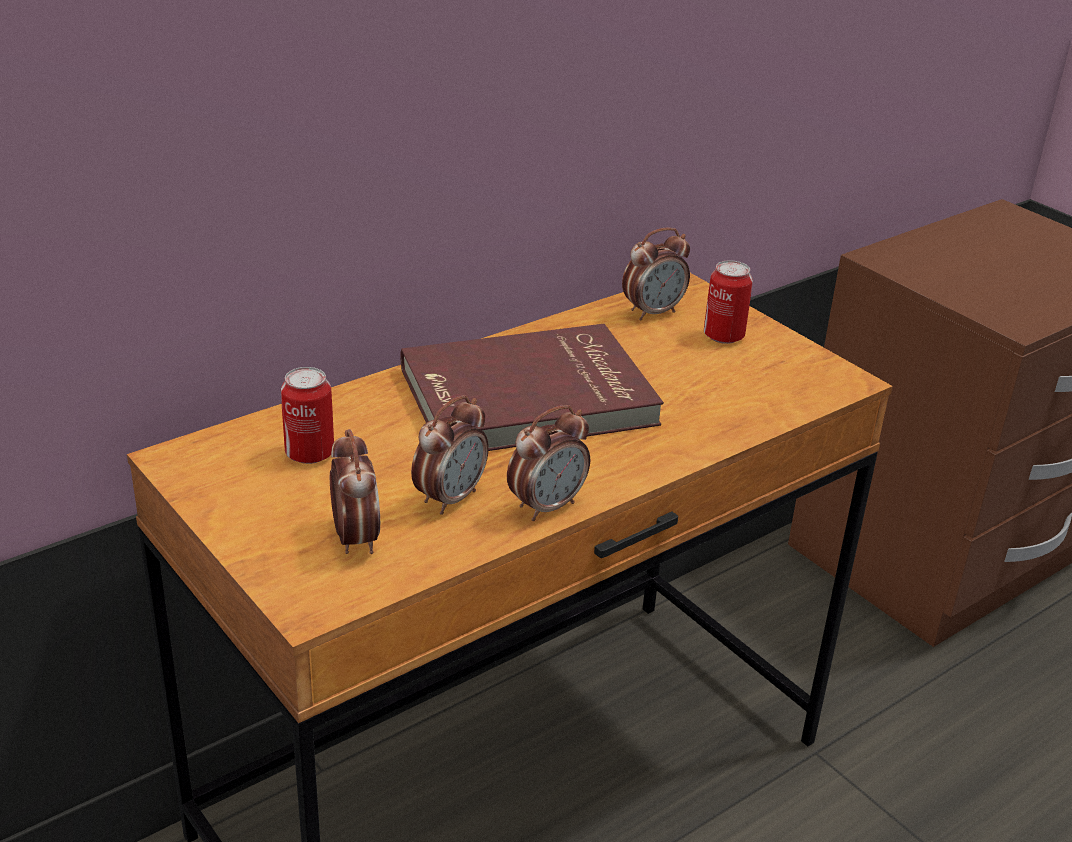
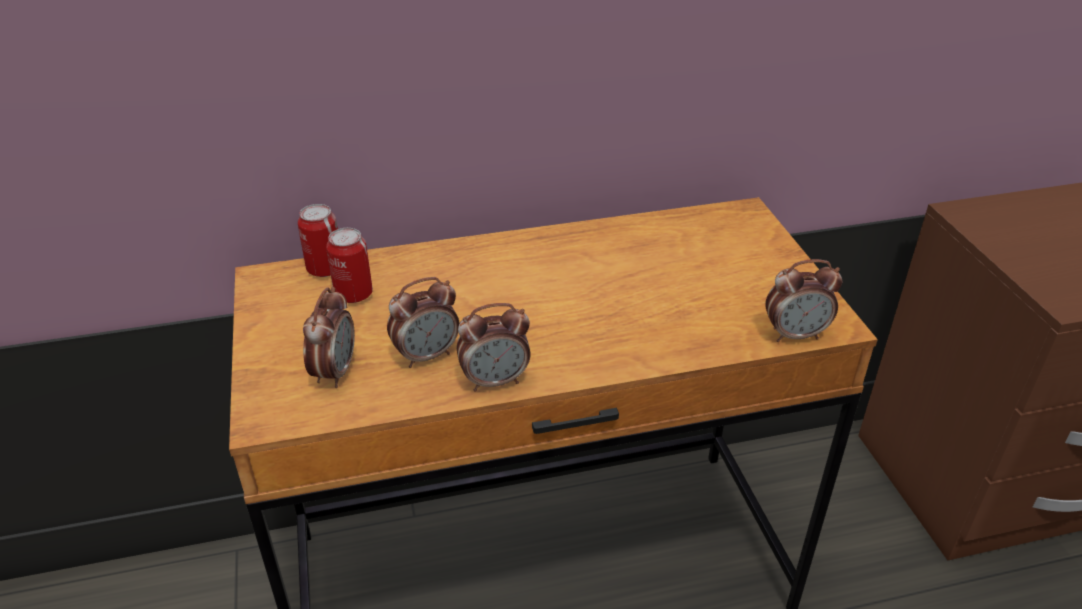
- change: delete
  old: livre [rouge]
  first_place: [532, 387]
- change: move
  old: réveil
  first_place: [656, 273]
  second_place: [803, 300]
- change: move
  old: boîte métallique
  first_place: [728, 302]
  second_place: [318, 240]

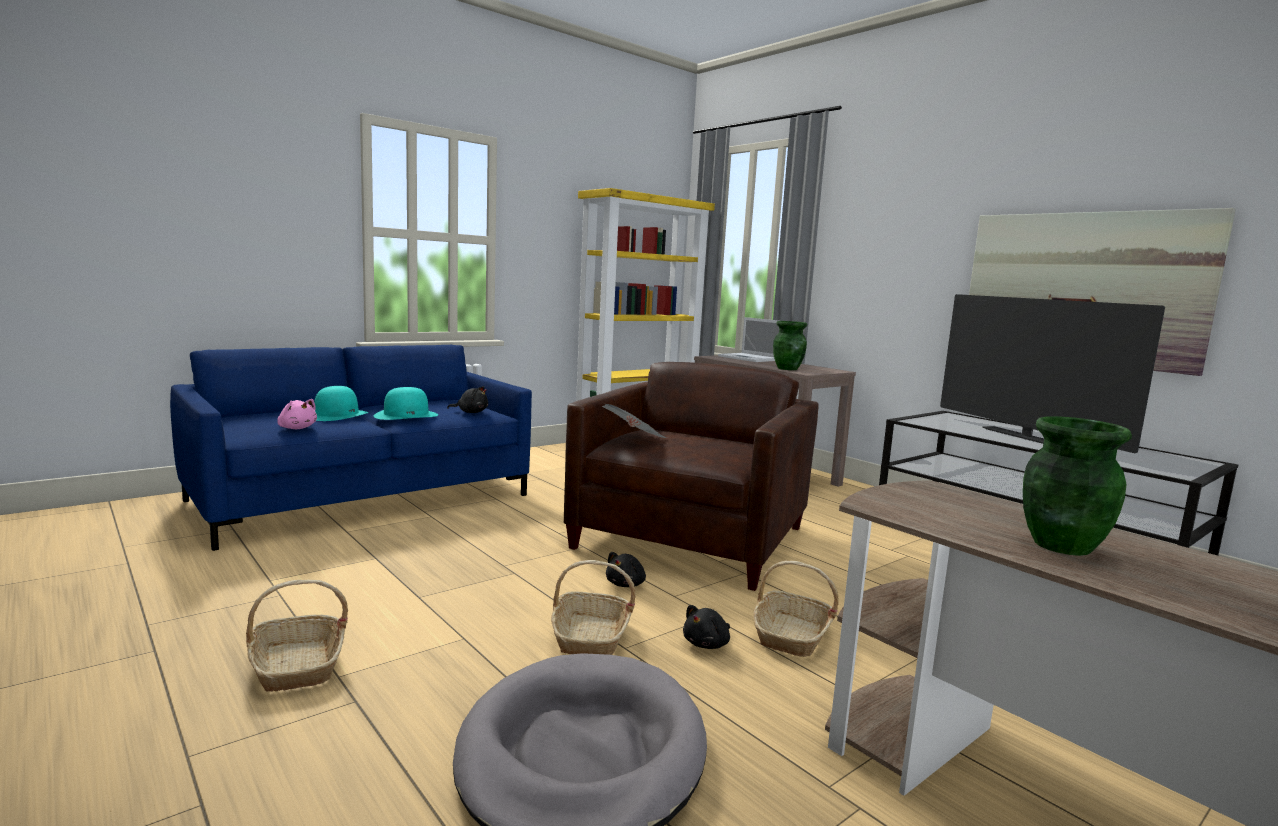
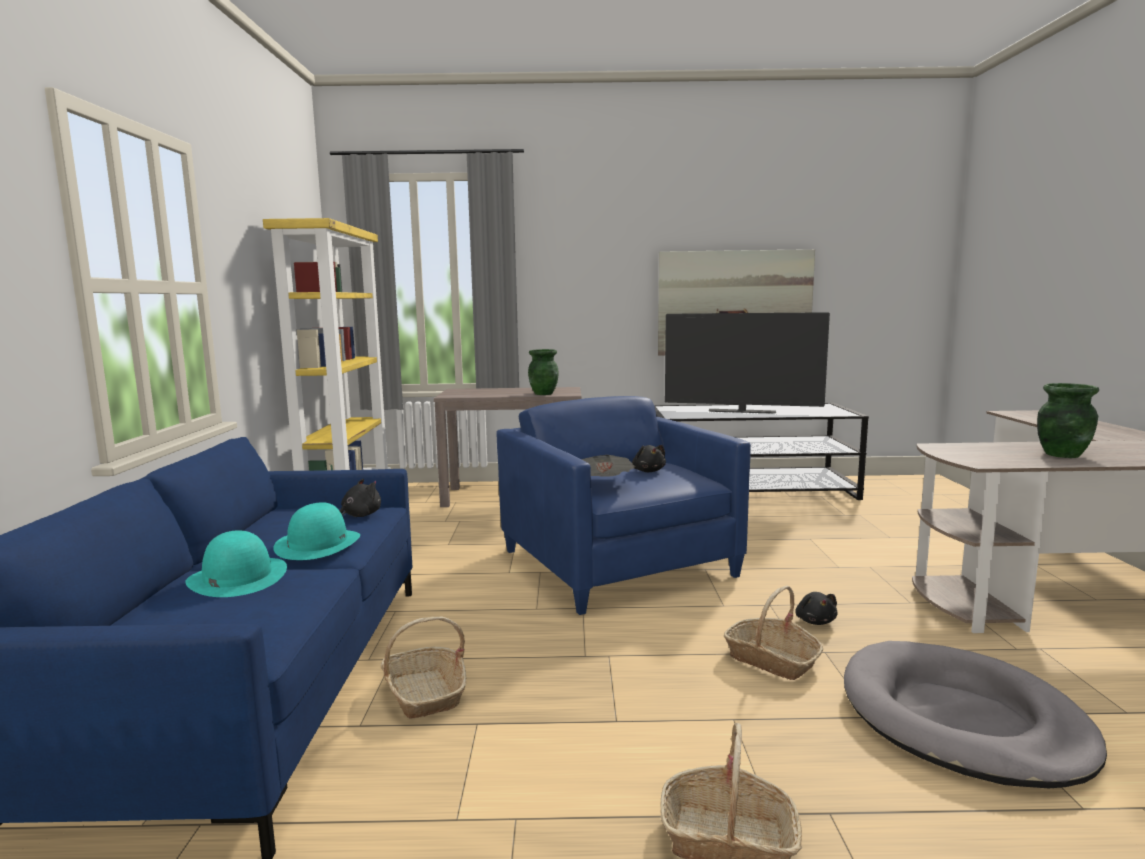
- change: delete
  old: peluche [rose]
  first_place: [297, 414]
- change: recolor
  old: fauteuil [marron]
  new: fauteuil [bleu]
  first_place: [691, 476]
  second_place: [623, 505]
- change: move
  old: peluche [noir]
  first_place: [626, 569]
  second_place: [649, 458]
- change: delete
  old: ordinateur portable
  first_place: [749, 339]
- change: move
  old: panier
  first_place: [796, 609]
  second_place: [424, 667]

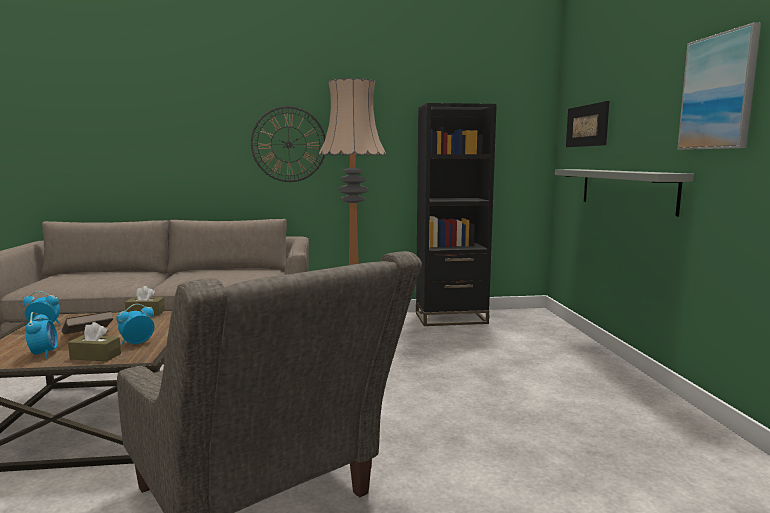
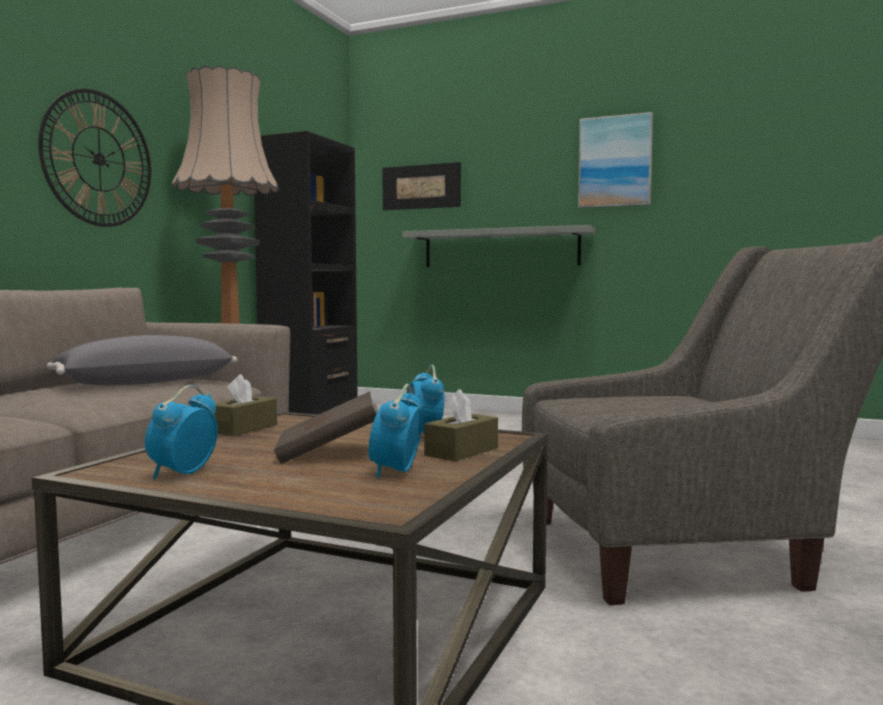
- change: rotate
  old: réveil
  first_place: [41, 335]
  second_place: [395, 431]
  degrees: -90
- change: insert
  new: coussin [gris]
  second_place: [142, 360]

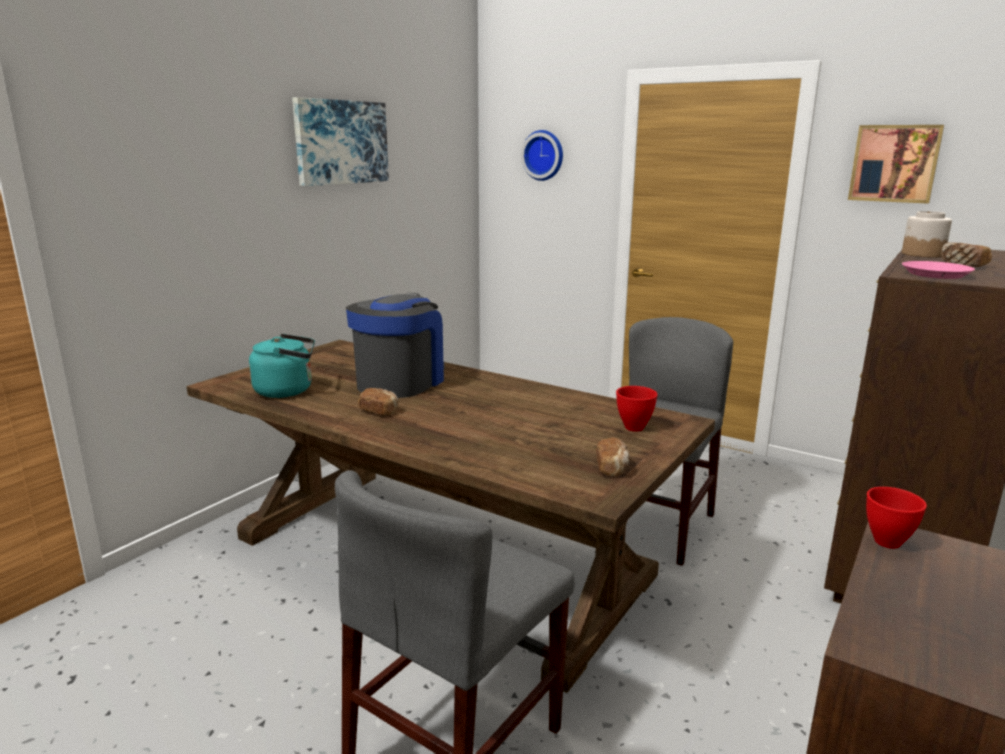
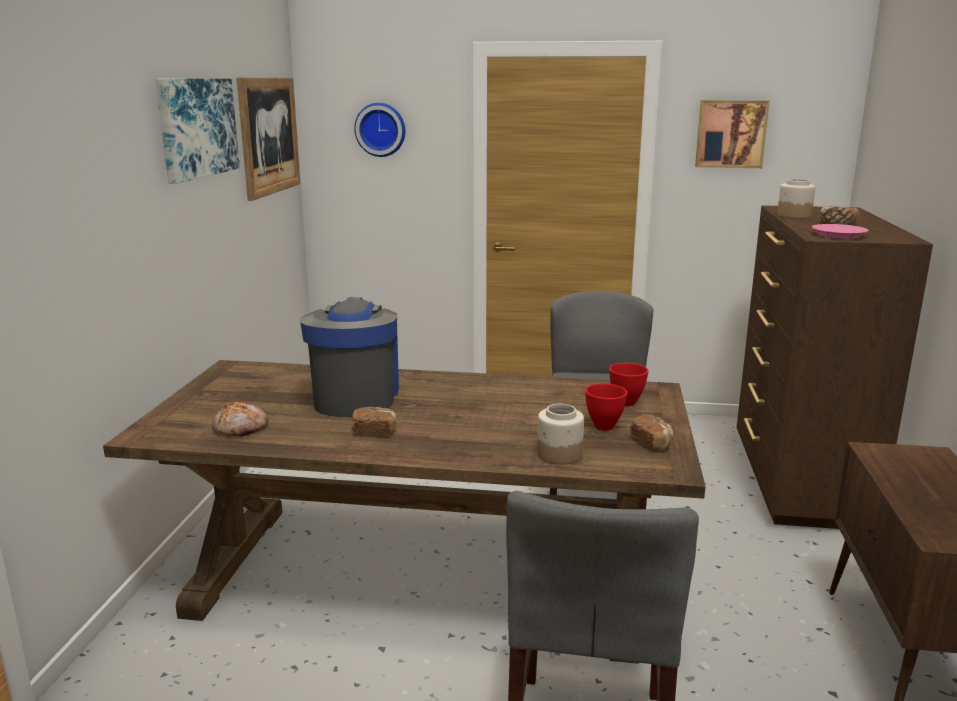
- change: replace
  old: bouilloire [turquoise]
  new: pain
  first_place: [282, 366]
  second_place: [240, 419]
- change: move
  old: bol [rouge]
  first_place: [896, 518]
  second_place: [606, 407]
- change: insert
  new: tableau
  second_place: [268, 139]
- change: insert
  new: bocal
  second_place: [560, 434]

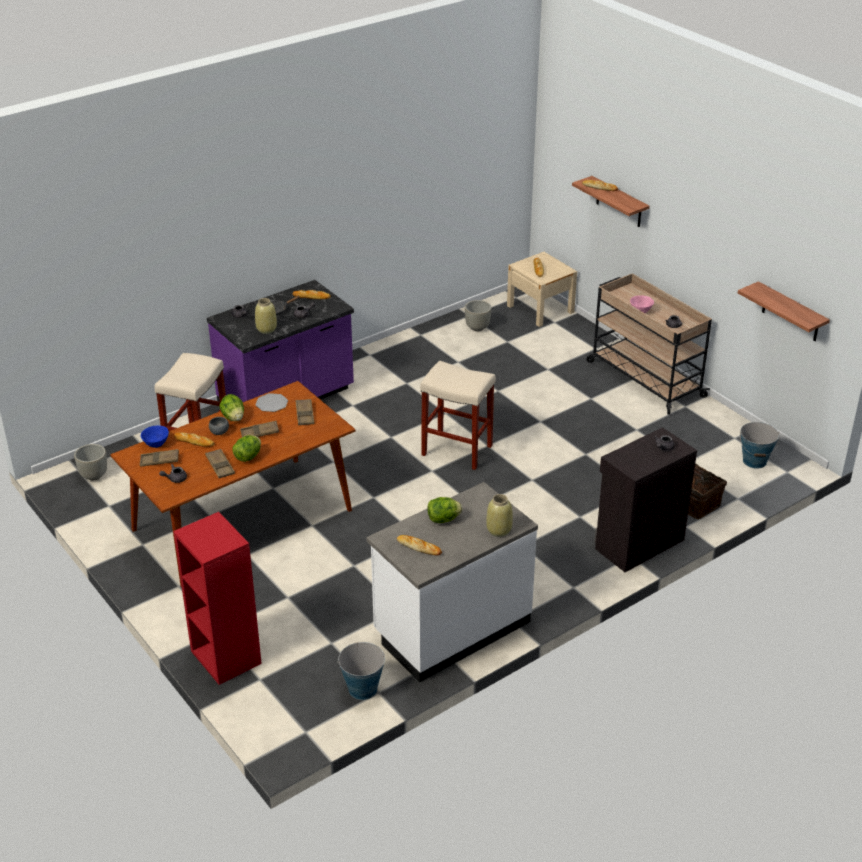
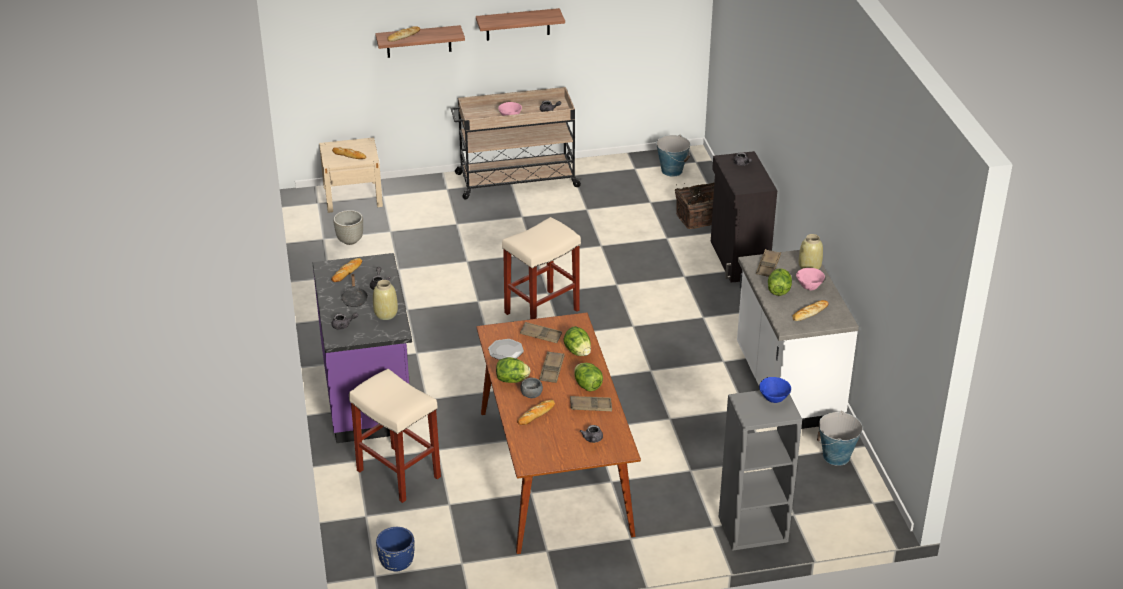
- change: recolor
  old: cache-pot [gris]
  new: cache-pot [bleu]
  first_place: [90, 462]
  second_place: [395, 549]
- change: move
  old: plateau [marron]
  first_place: [159, 458]
  second_place: [768, 263]
- change: move
  old: bol [bleu]
  first_place: [155, 436]
  second_place: [775, 390]
- change: recolor
  old: bibliothèque [rouge]
  new: bibliothèque [gris]
  first_place: [218, 598]
  second_place: [760, 470]
- change: move
  old: étagère
  first_place: [784, 311]
  second_place: [520, 24]
- change: insert
  new: laitue
  second_place: [577, 341]
- change: insert
  new: bol [rose]
  second_place: [810, 279]

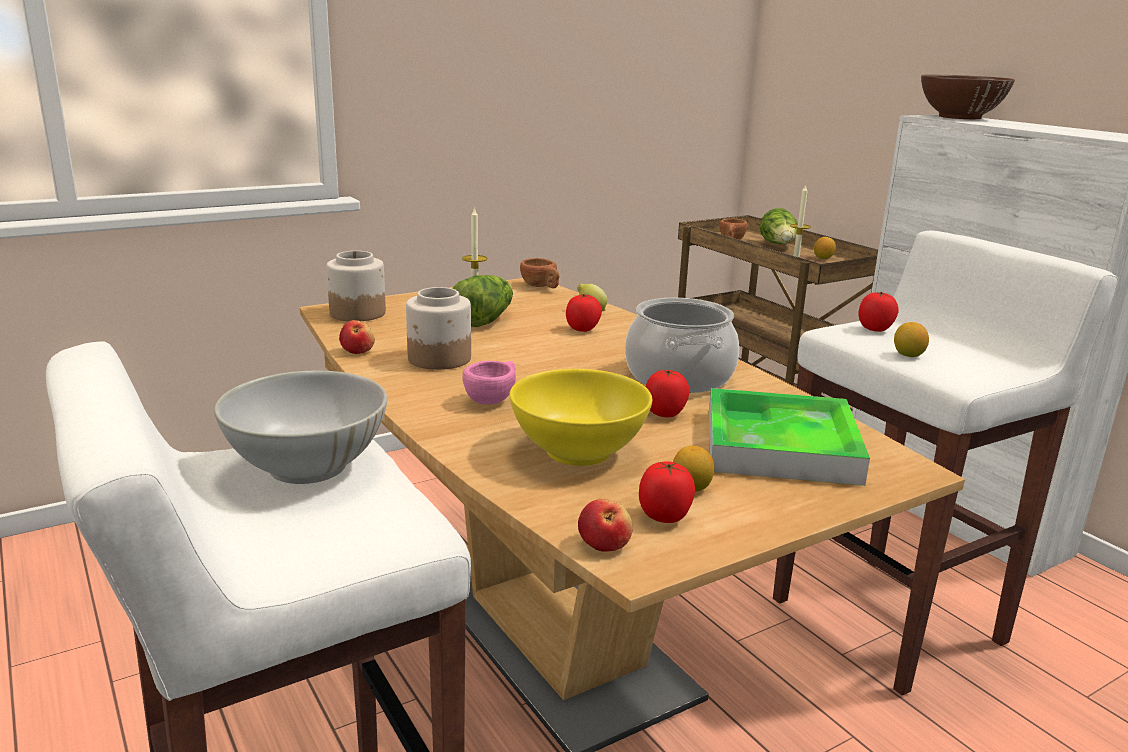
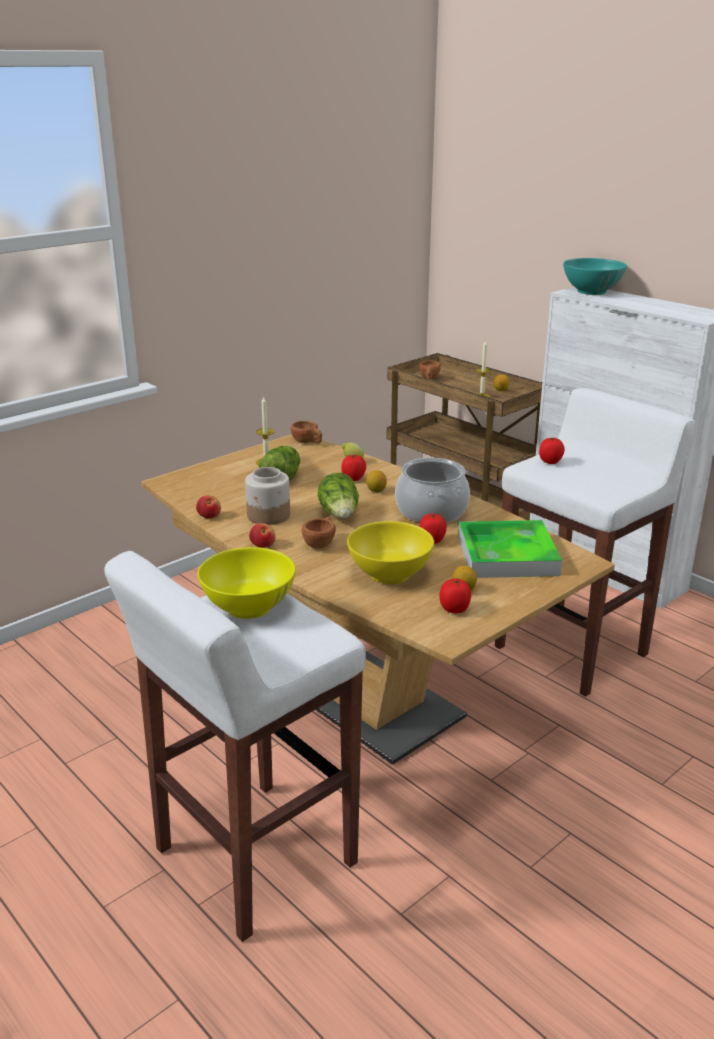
- change: recolor
  old: bol [blanc]
  new: bol [jaune]
  first_place: [300, 427]
  second_place: [246, 583]
- change: delete
  old: bocal
  first_place: [356, 286]
- change: recolor
  old: tasse [rose]
  new: tasse [marron]
  first_place: [489, 383]
  second_place: [319, 532]
- change: move
  old: pomme
  first_place: [605, 525]
  second_place: [262, 535]
- change: move
  old: laitue
  first_place: [779, 226]
  second_place: [338, 496]
- change: move
  old: citron
  first_place: [911, 339]
  second_place: [376, 481]
- change: recolor
  old: bol [marron]
  new: bol [turquoise]
  first_place: [968, 97]
  second_place: [595, 276]

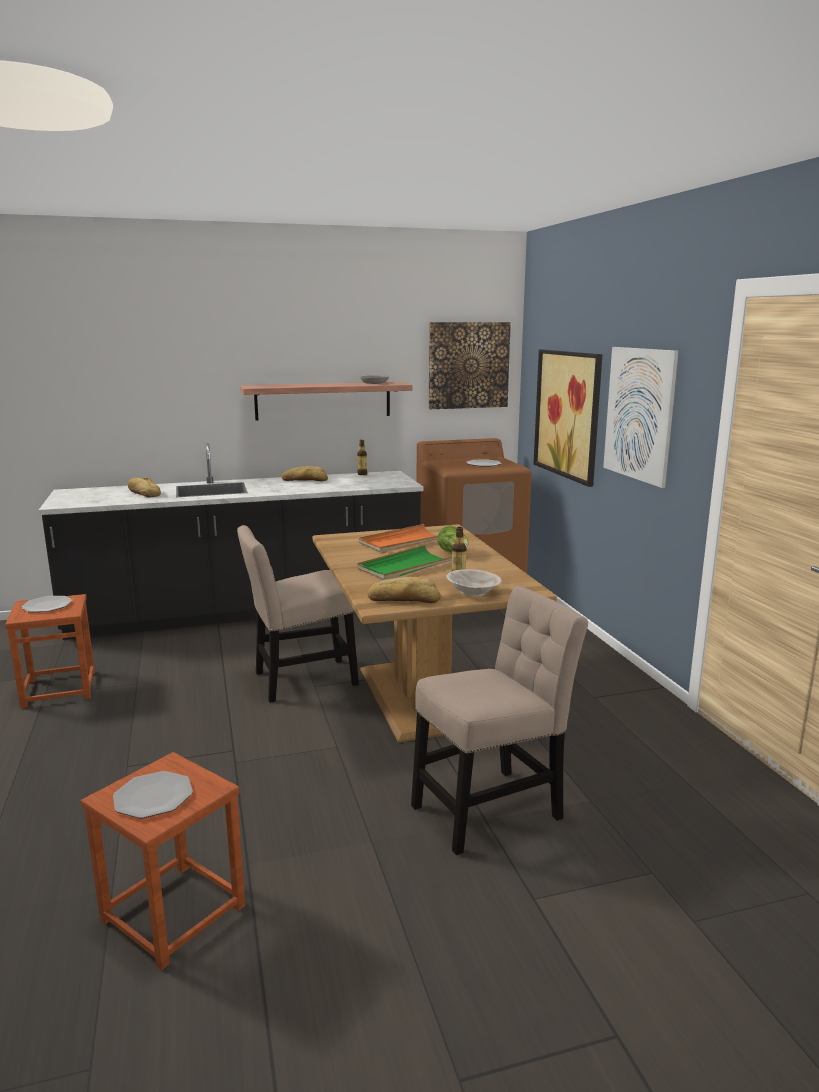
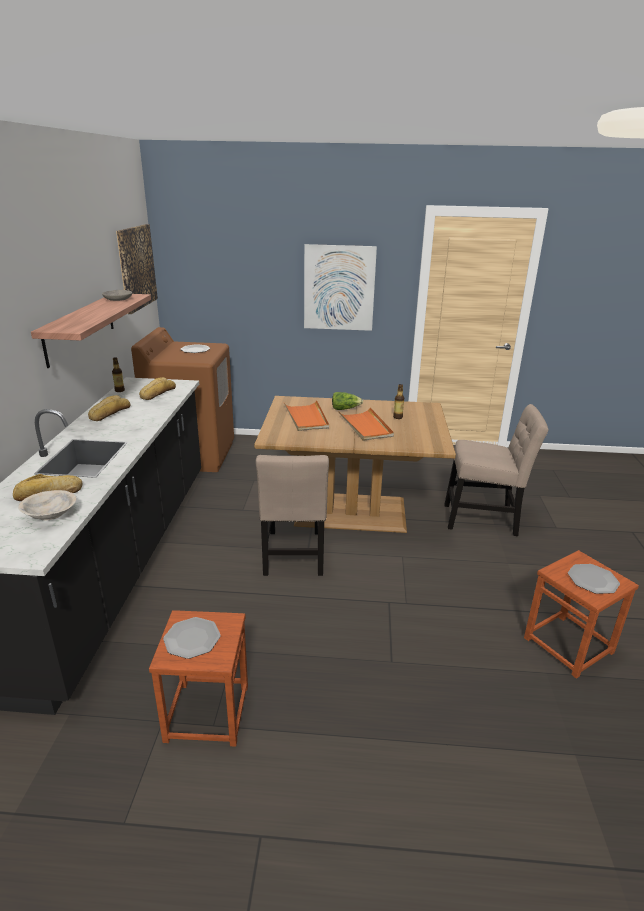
- change: recolor
  old: plateau [vert]
  new: plateau [orange]
  first_place: [404, 562]
  second_place: [366, 424]
- change: move
  old: pain
  first_place: [404, 590]
  second_place: [157, 388]
- change: rotate
  old: chaise [beige]
  first_place: [499, 720]
  second_place: [496, 470]
  degrees: 105
- change: move
  old: bol [beige]
  first_place: [474, 582]
  second_place: [47, 505]
- change: delete
  old: tableau
  first_place: [567, 418]

